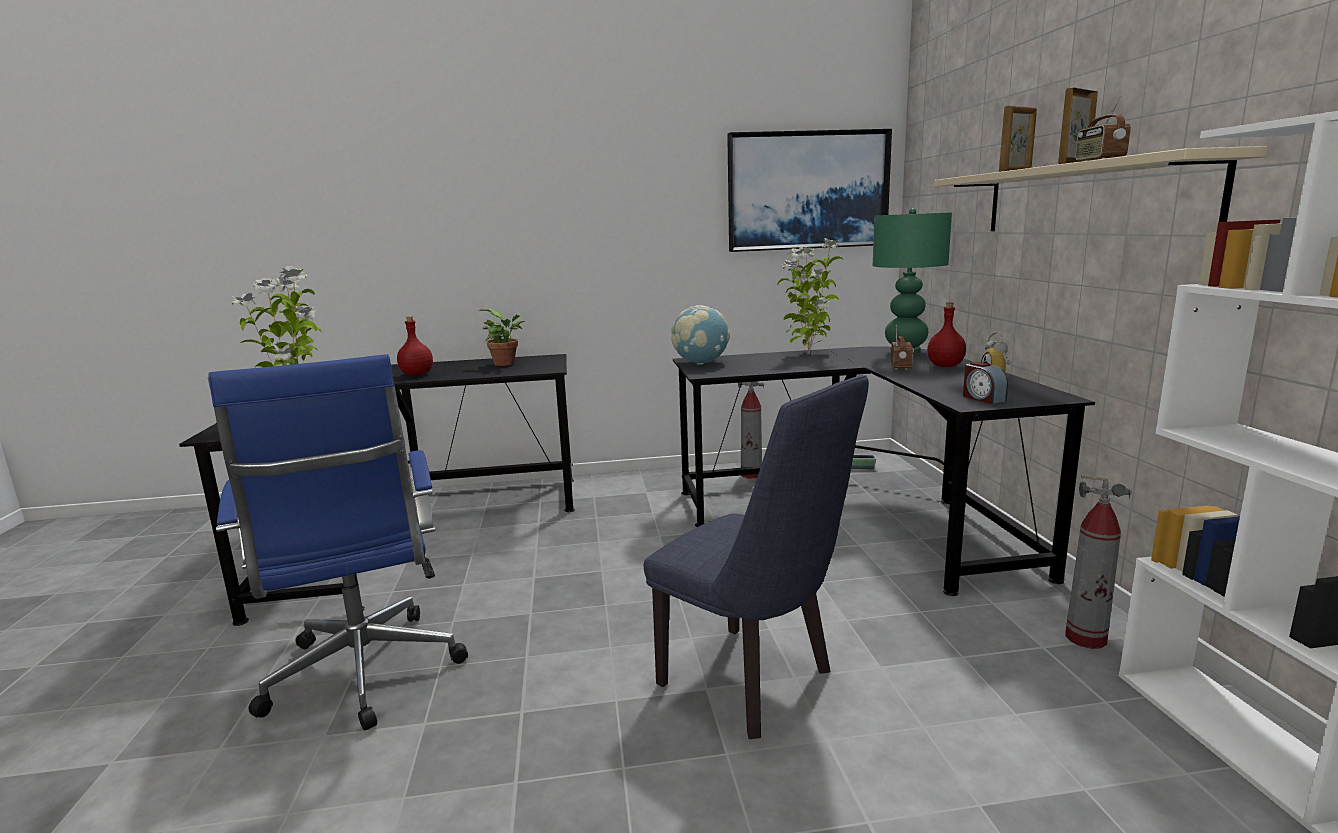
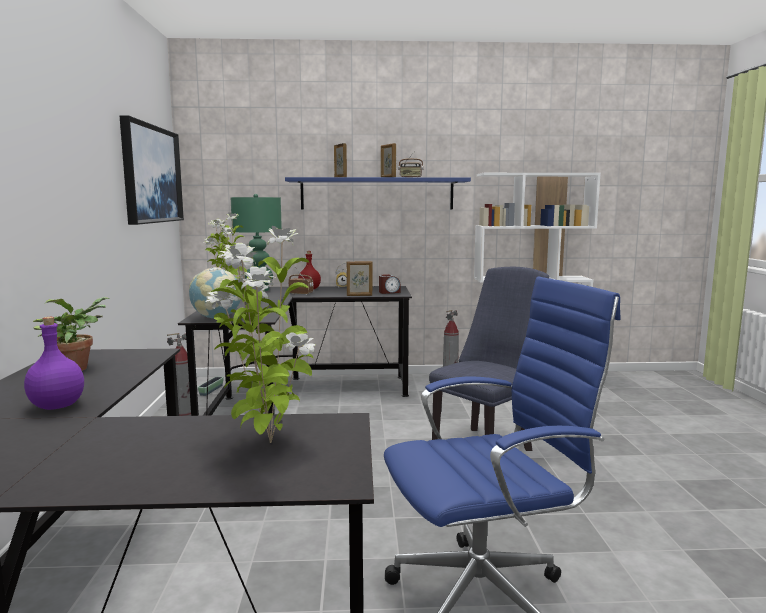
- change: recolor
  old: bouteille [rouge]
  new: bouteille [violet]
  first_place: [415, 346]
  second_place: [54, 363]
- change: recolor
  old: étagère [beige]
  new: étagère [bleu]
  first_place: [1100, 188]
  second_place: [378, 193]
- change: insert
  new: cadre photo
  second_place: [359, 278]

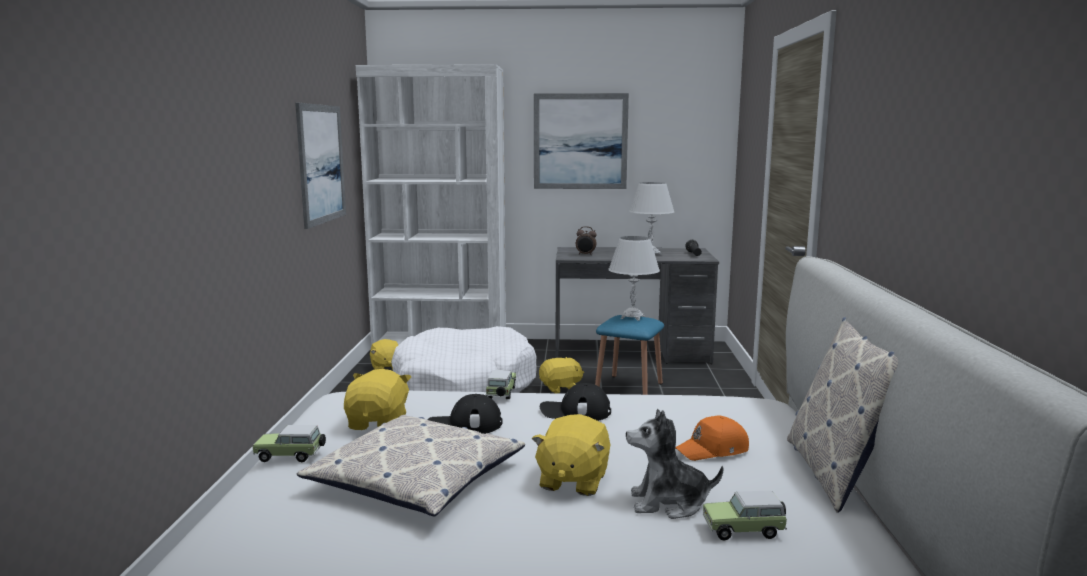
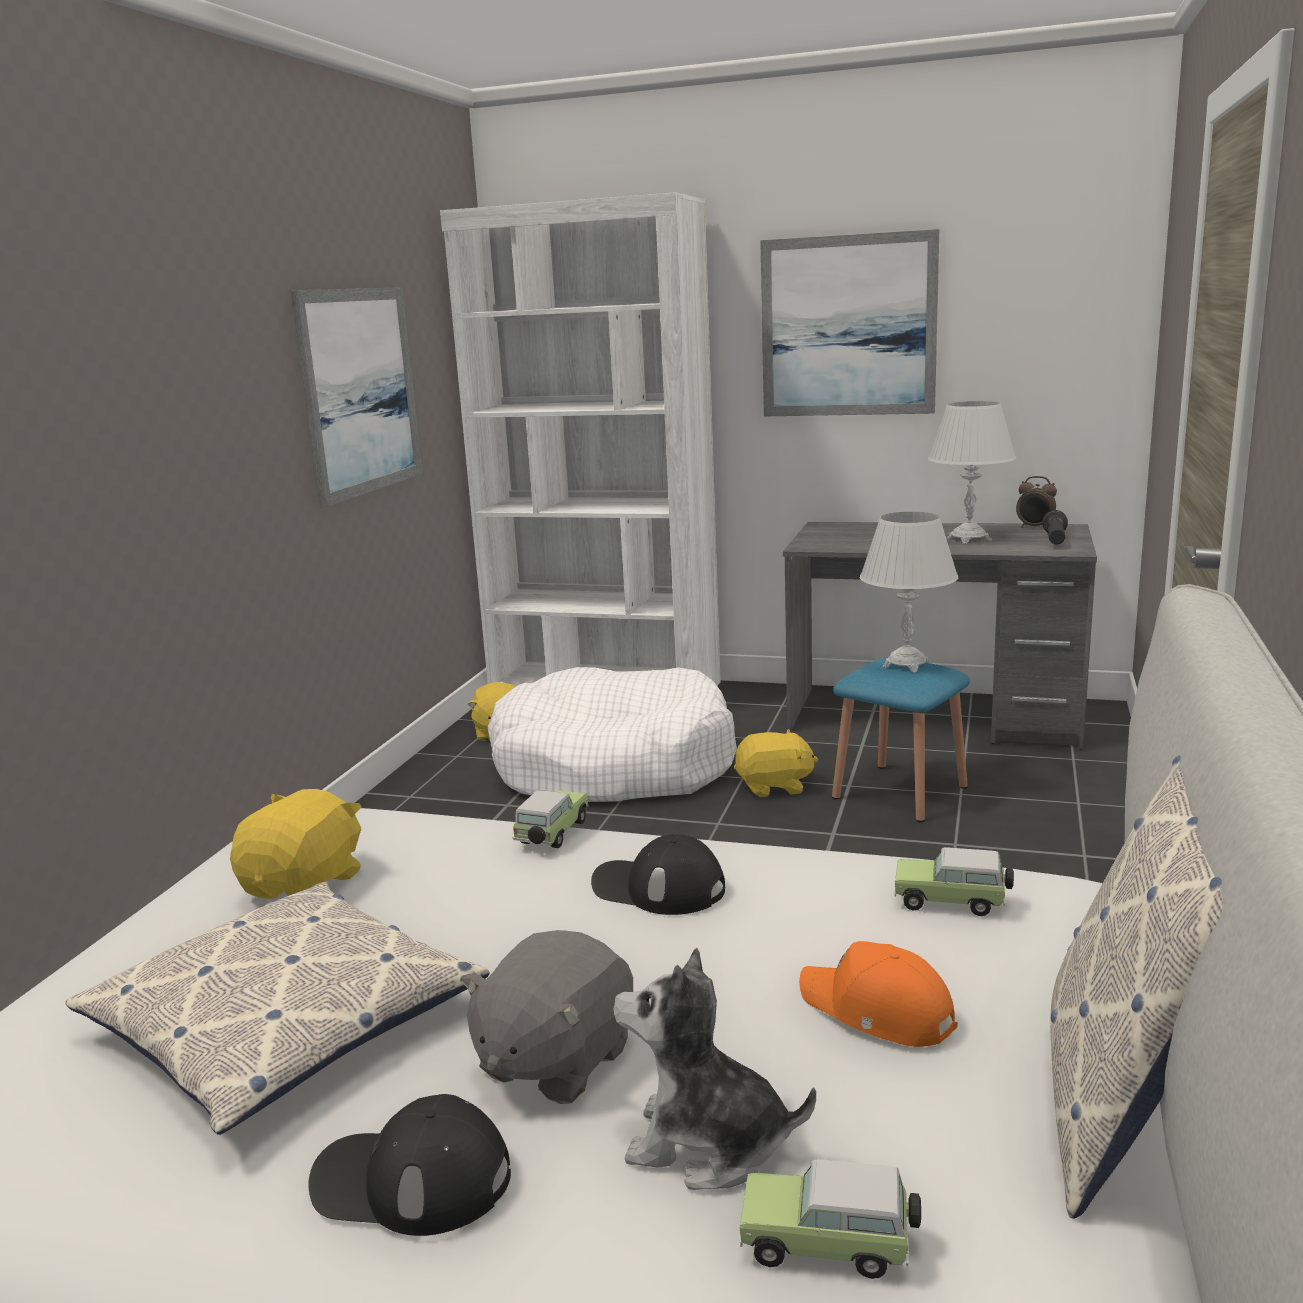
- change: move
  old: petite voiture
  first_place: [289, 443]
  second_place: [954, 881]
- change: move
  old: casquette [noir]
  first_place: [465, 414]
  second_place: [410, 1165]
- change: recolor
  old: peluche [jaune]
  new: peluche [gris]
  first_place: [571, 455]
  second_place: [546, 1017]
- change: move
  old: réveil
  first_place: [586, 240]
  second_place: [1036, 502]
- change: rotate
  old: casquette [orange]
  first_place: [712, 438]
  second_place: [878, 994]
  degrees: 45

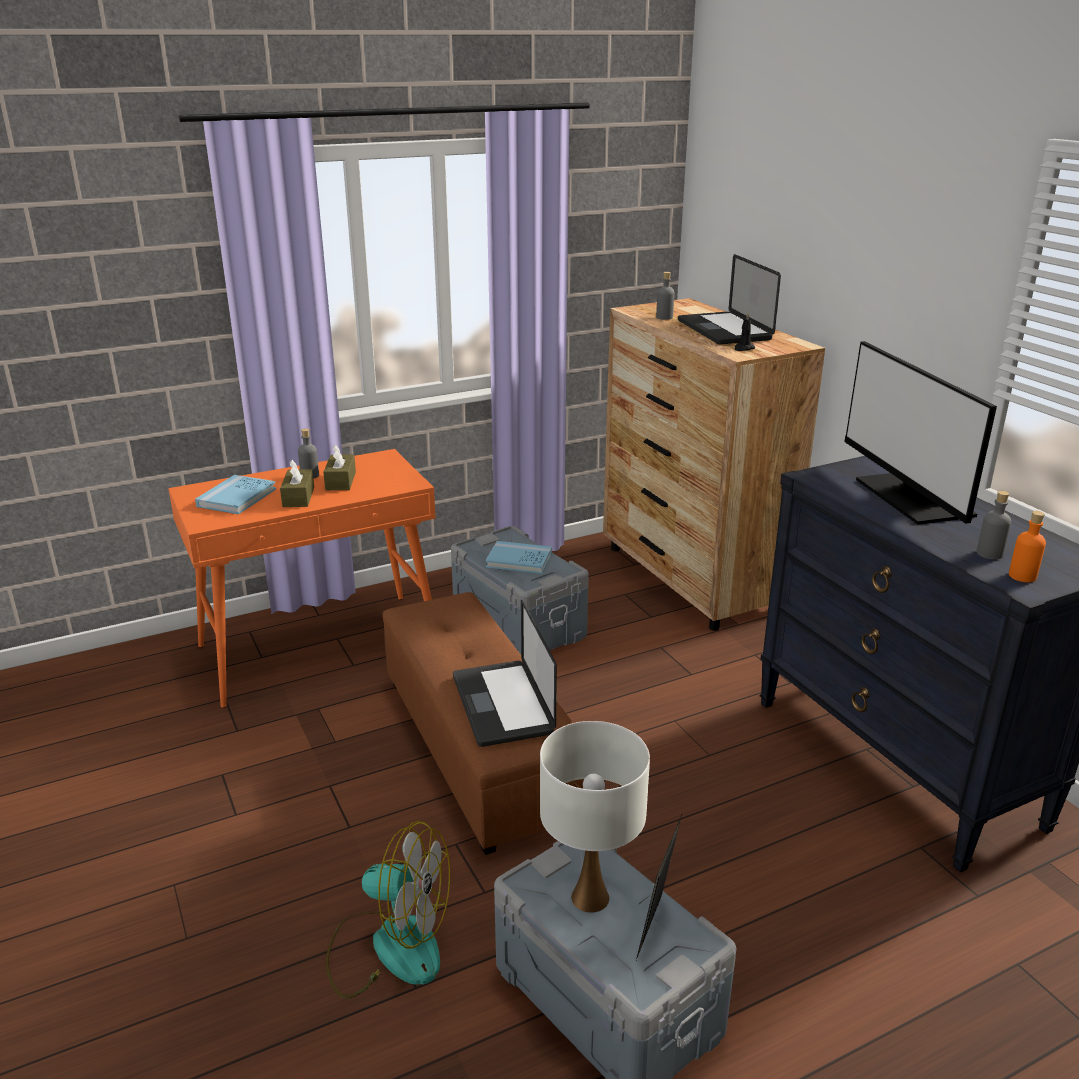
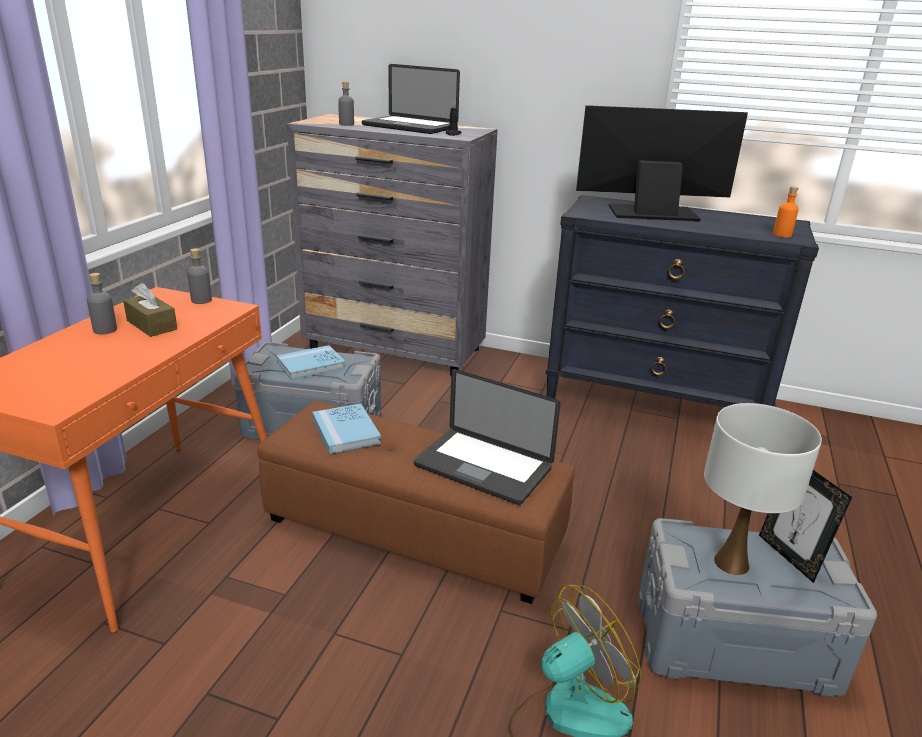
- change: move
  old: livre [bleu]
  first_place: [235, 494]
  second_place: [346, 429]
- change: delete
  old: boîte à mouchoirs [marron]
  first_place: [297, 483]
- change: recolor
  old: commode [marron]
  new: commode [gris]
  first_place: [714, 464]
  second_place: [392, 245]
- change: rotate
  old: écran d'ordinateur
  first_place: [920, 433]
  second_place: [662, 163]
  degrees: 150
- change: move
  old: bouteille [gris]
  first_place: [994, 525]
  second_place: [199, 276]

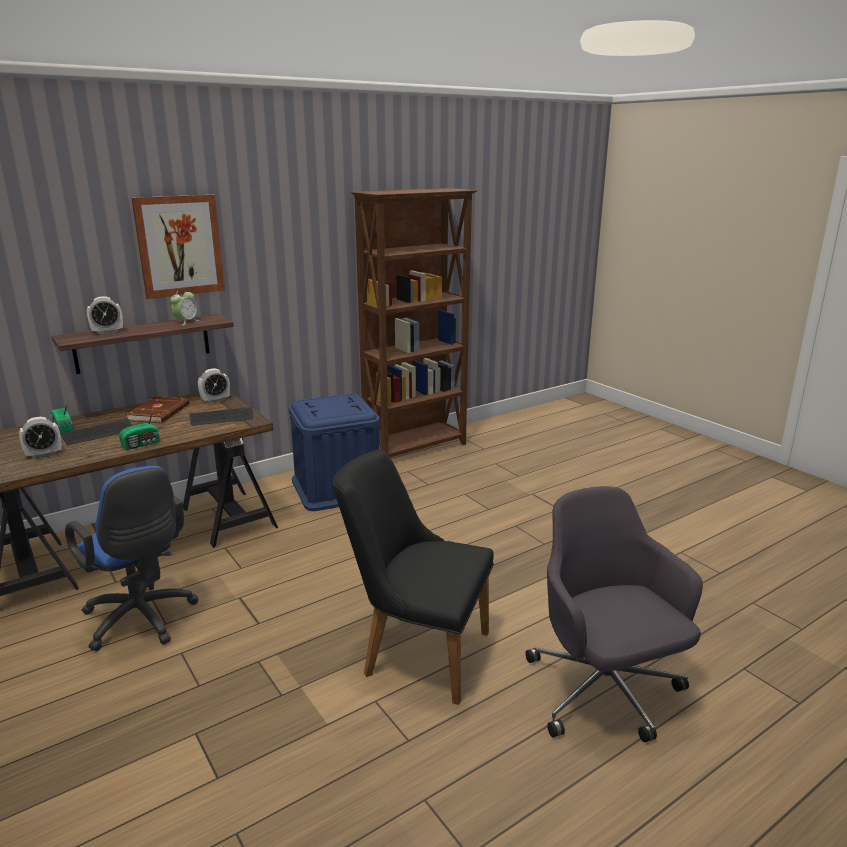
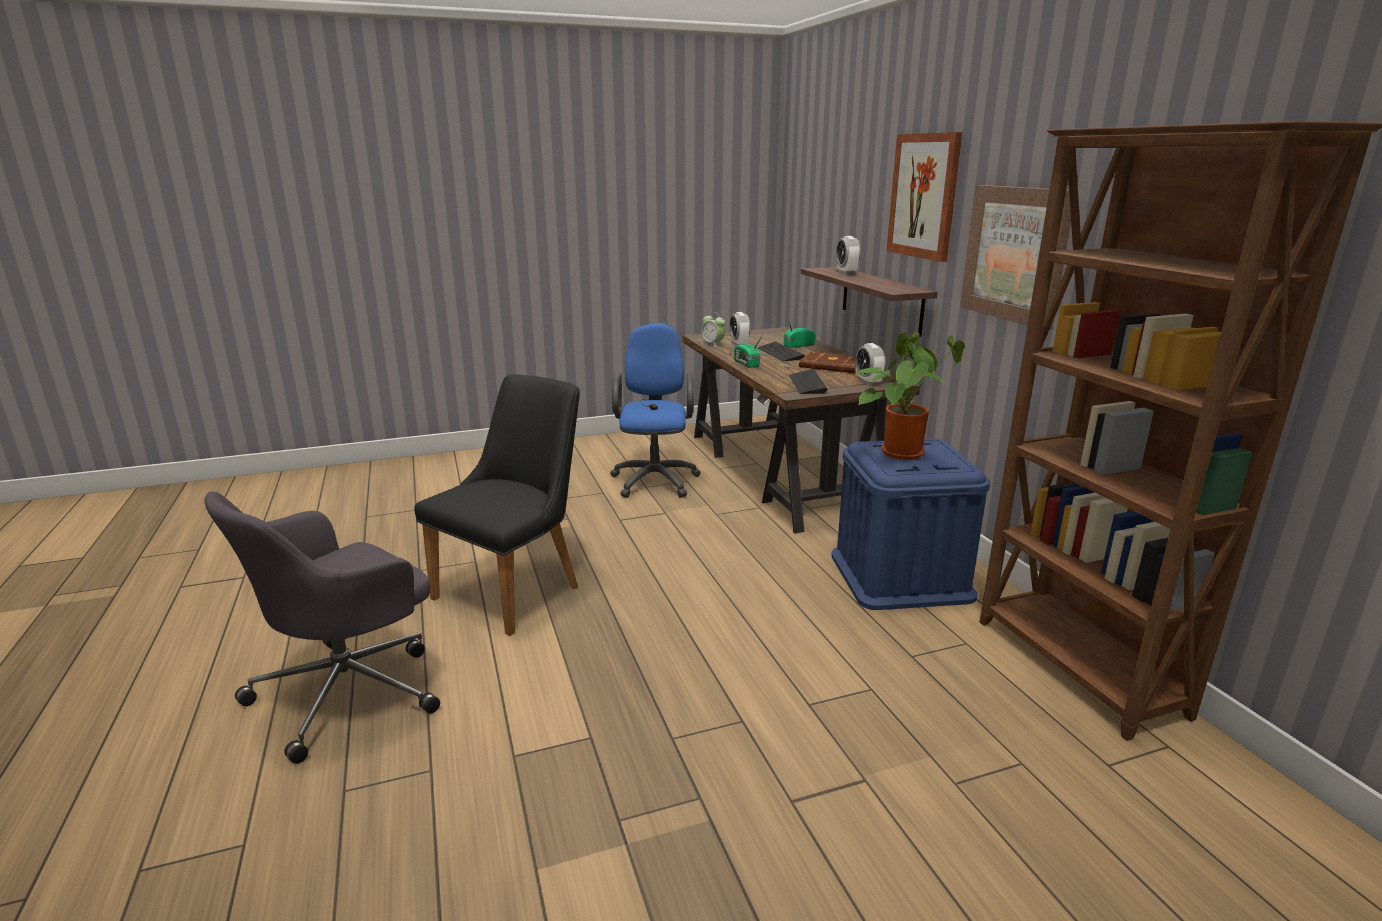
- change: rotate
  old: chaise de bureau [bleu]
  first_place: [132, 558]
  second_place: [655, 410]
  degrees: 120
- change: move
  old: réveil
  first_place: [185, 307]
  second_place: [713, 330]
- change: rotate
  old: chaise de bureau [gris]
  first_place: [614, 614]
  second_place: [322, 627]
  degrees: 135
- change: insert
  new: plante en pot
  second_place: [911, 396]
- change: insert
  new: tableau
  second_place: [1015, 257]

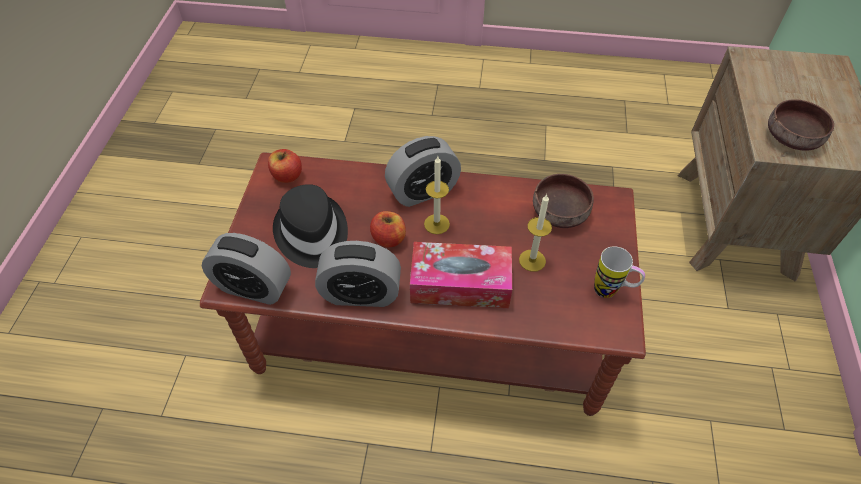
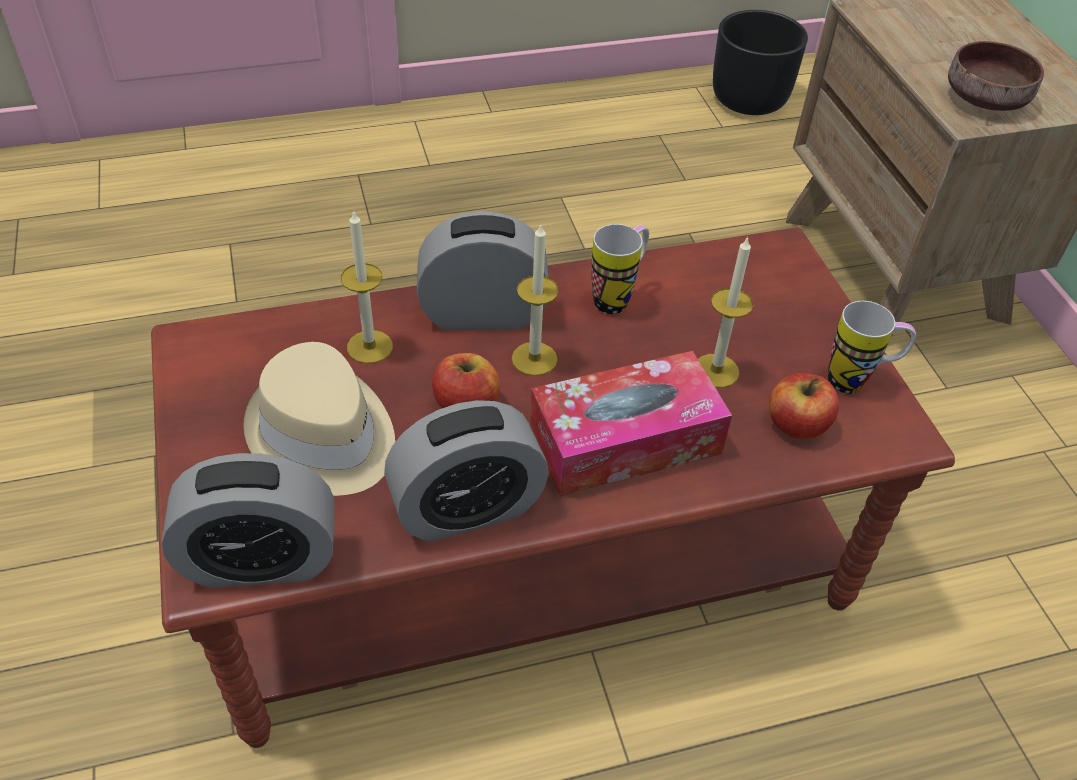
- change: move
  old: pomme
  first_place: [285, 166]
  second_place: [804, 406]
- change: recolor
  old: chapeau [noir]
  new: chapeau [beige]
  first_place: [310, 226]
  second_place: [319, 419]
- change: rotate
  old: réveil
  first_place: [423, 171]
  second_place: [483, 270]
  degrees: -135
- change: delete
  old: bol [marron]
  first_place: [563, 201]
- change: insert
  new: bougie
  second_place: [367, 287]
- change: insert
  new: mug
  second_place: [620, 269]
- change: insert
  new: cache-pot [noir]
  second_place: [760, 62]

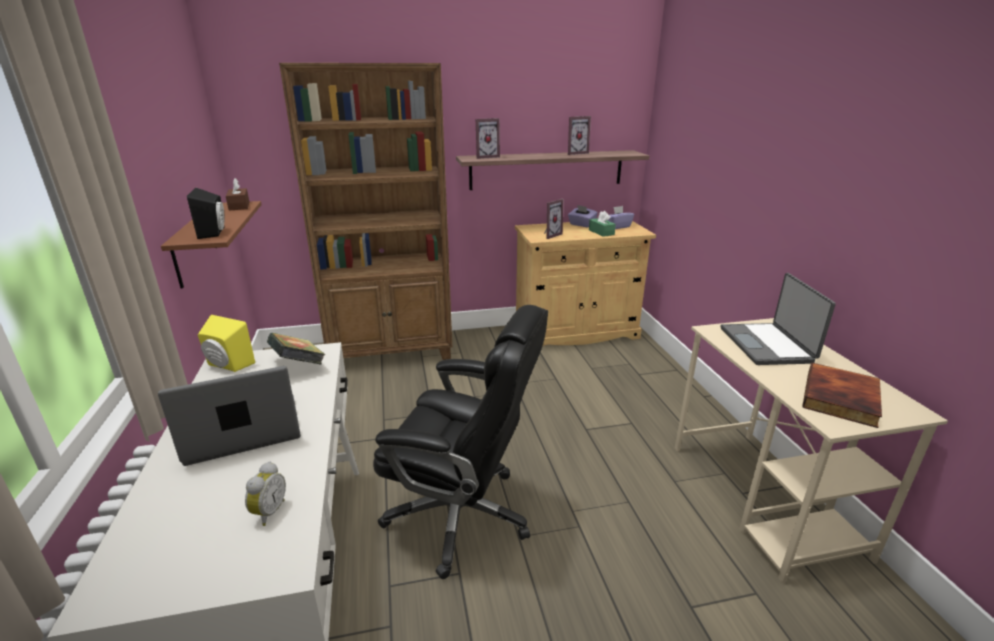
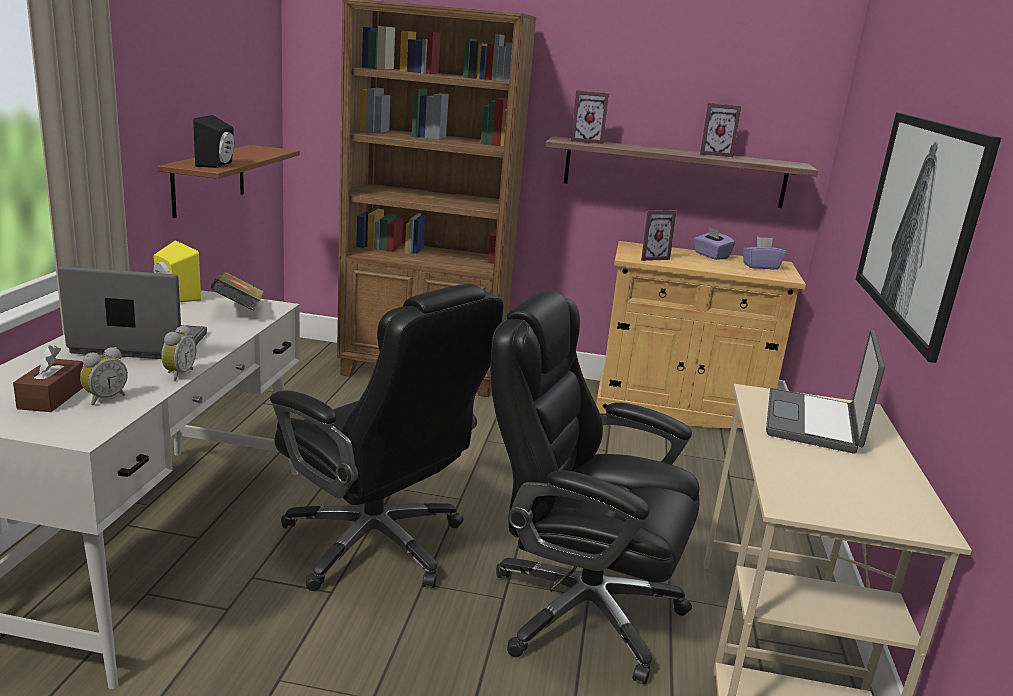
- change: move
  old: boîte à mouchoirs [marron]
  first_place: [237, 194]
  second_place: [48, 378]
- change: delete
  old: boîte à mouchoirs [vert]
  first_place: [602, 224]
- change: delete
  old: livre
  first_place: [842, 395]
- change: insert
  new: réveil
  second_place: [179, 353]
- change: insert
  new: chaise de bureau [noir]
  second_place: [595, 487]
- change: insert
  new: tableau
  second_place: [928, 237]

